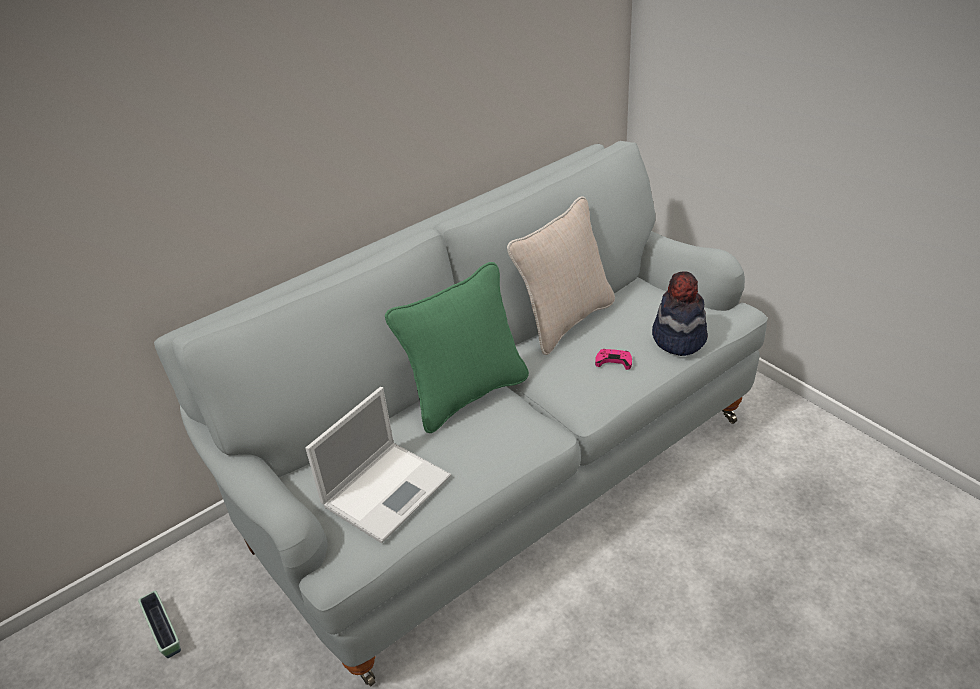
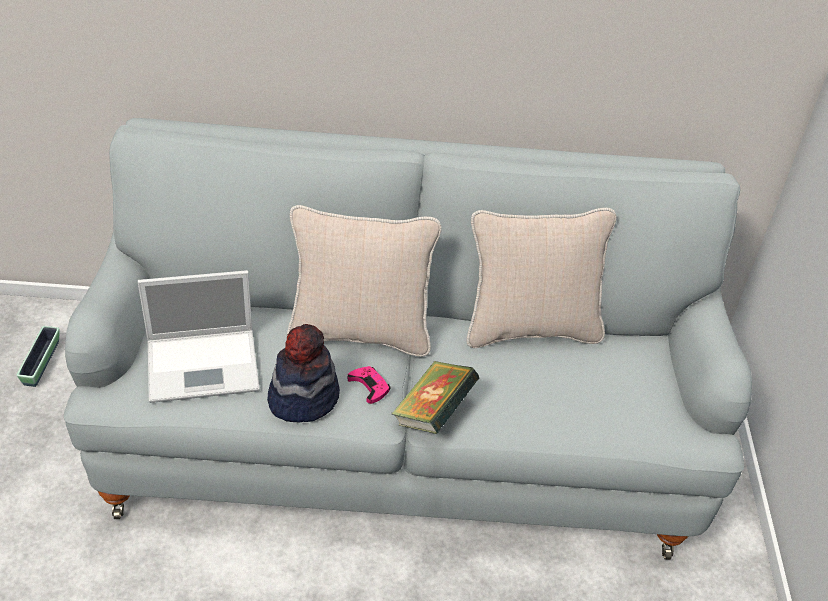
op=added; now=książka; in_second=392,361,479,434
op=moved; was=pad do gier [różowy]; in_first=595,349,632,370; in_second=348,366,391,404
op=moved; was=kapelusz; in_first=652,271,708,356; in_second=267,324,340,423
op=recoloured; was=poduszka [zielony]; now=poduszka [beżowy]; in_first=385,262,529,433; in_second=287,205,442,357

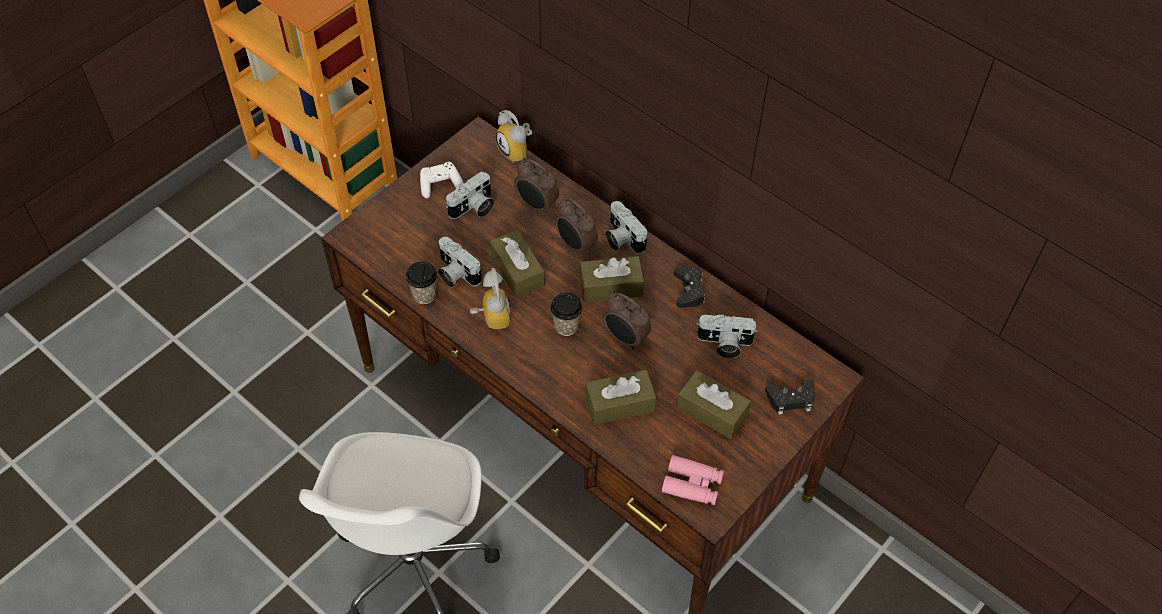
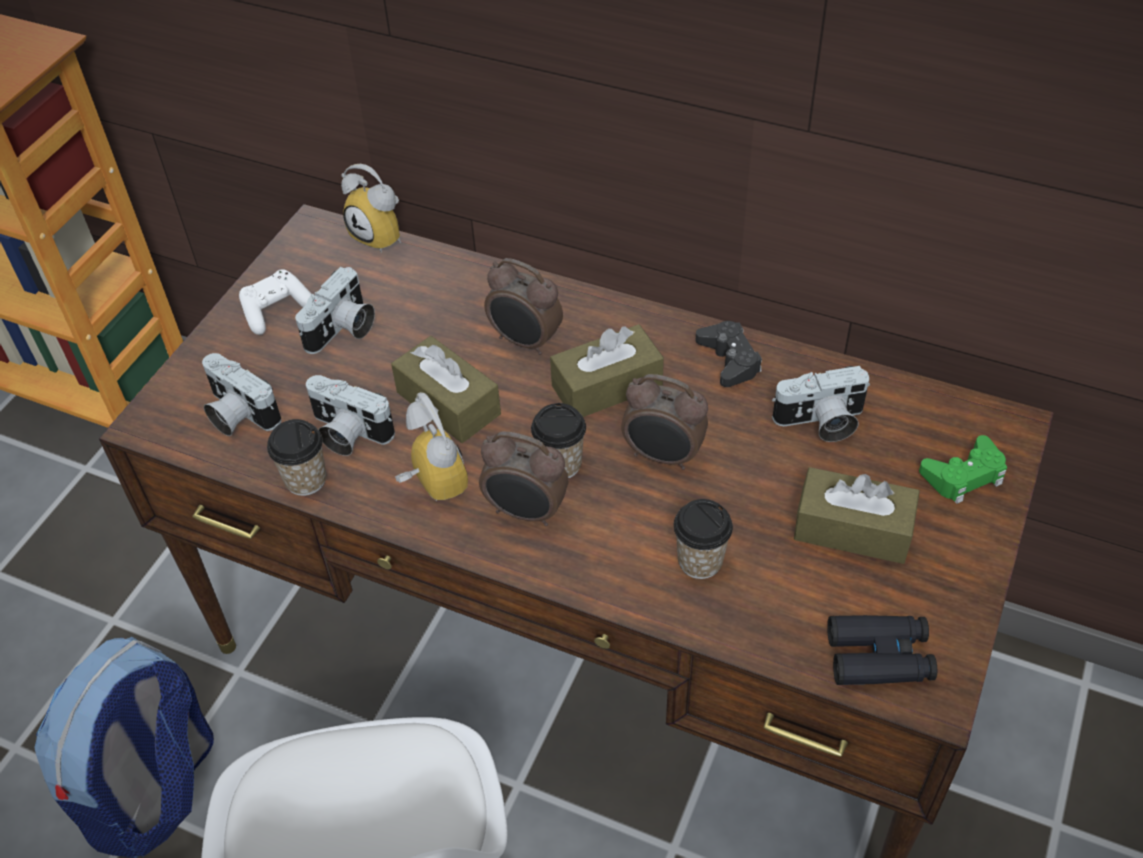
op=added; now=plecak; in_second=34,637,214,858
op=moved; was=budzik; in_first=514,159,559,215; in_second=479,431,569,526
op=moved; was=aparat fotograficzny; in_first=605,201,647,254; in_second=202,353,282,436
op=replaced; was=pudełko chusteczek [brązowy]; now=filiżanka; in_first=585,370,656,425; in_second=673,499,733,579
op=recoloured; was=lornetka [różowy]; now=lornetka [czarny]; in_first=662,455,724,505; in_second=827,615,937,685
op=recoloured; was=pad do gier [czarny]; now=pad do gier [zielony]; in_first=765,379,815,415; in_second=919,435,1007,504

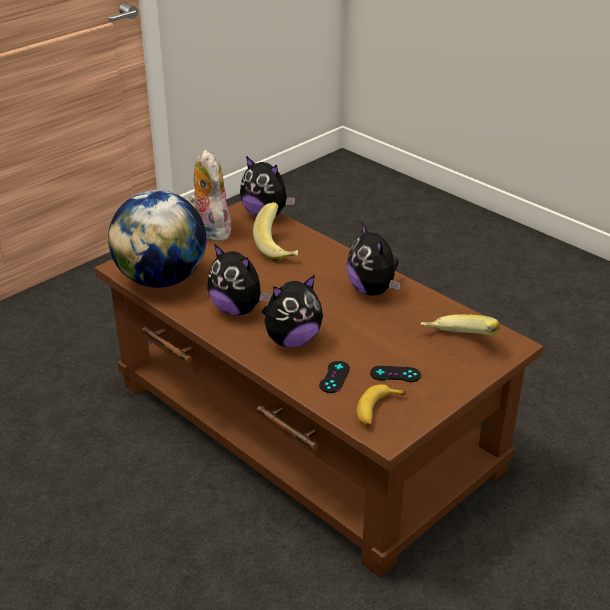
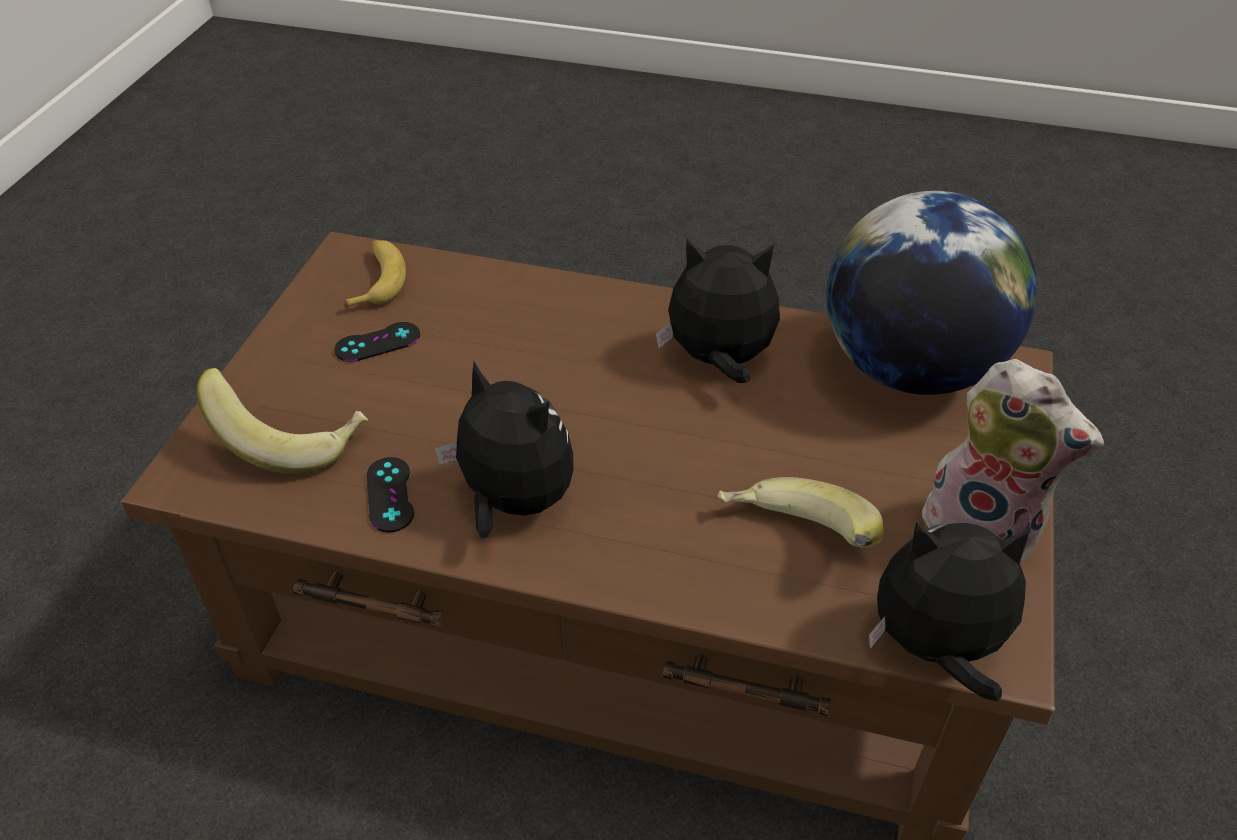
op=removed; was=pluszak; in_first=262,275,323,347
op=moved; was=pad do gier [czarny]; in_first=319,361,350,393; in_second=367,457,414,533

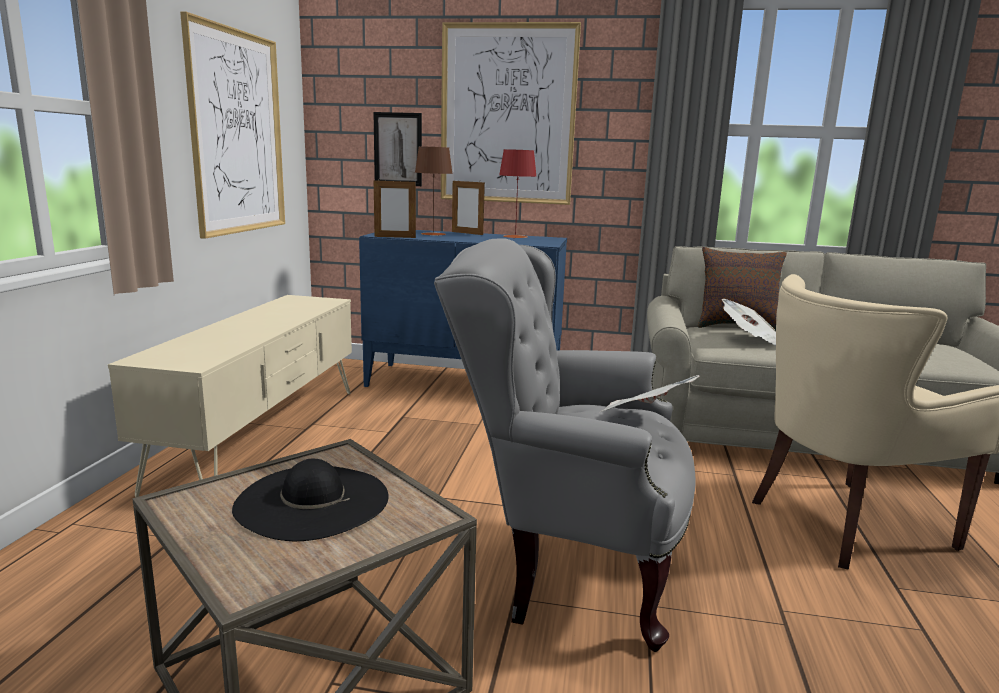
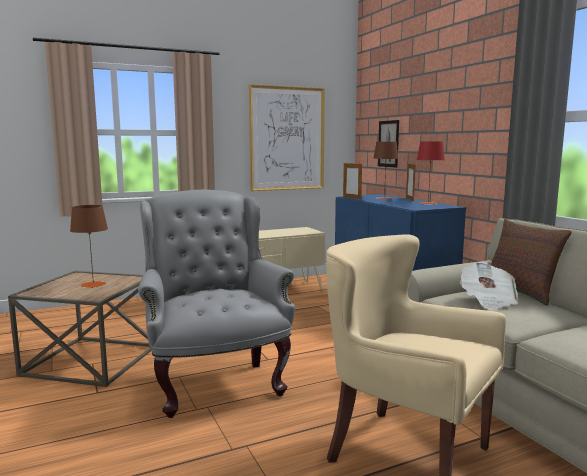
op=removed; was=obraz; in_first=441,22,581,205
op=removed; was=gazeta; in_first=600,375,700,412
op=replaced; was=kapelusz [czarny]; now=lampa stołowa [brązowy]; in_first=232,458,389,541; in_second=70,205,108,288

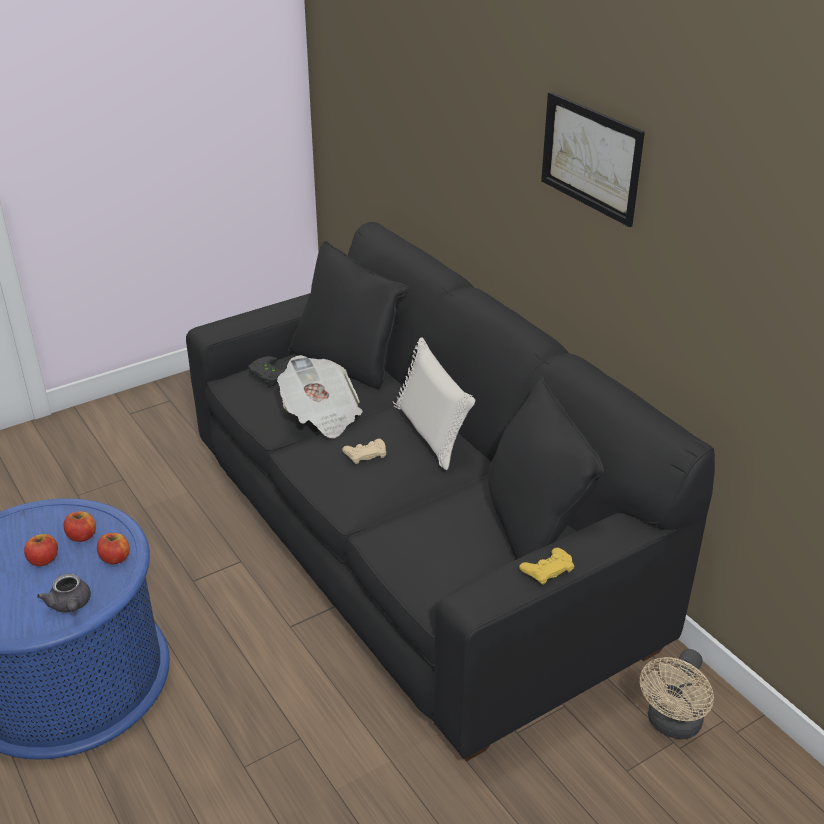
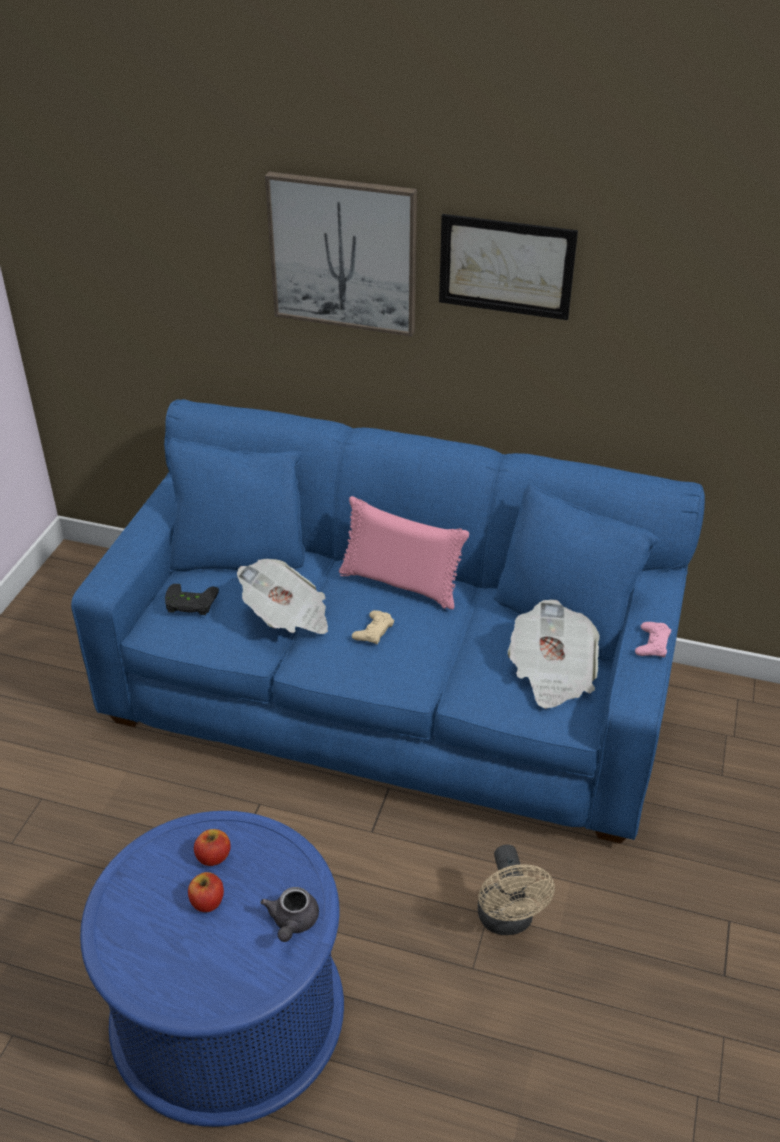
op=removed; was=jabłko; in_first=97,533,130,564
op=added; now=obraz; in_second=265,172,417,337
op=added; now=gazeta; in_second=507,599,600,709
op=moved; was=wentylator [beżowy]; in_first=640,649,714,739; in_second=478,845,555,935
op=recoloured; was=kanapa [czarny]; now=kanapa [niebieski]; in_first=186,222,715,762; in_second=71,399,705,844
op=recoloured; was=poduszka [biały]; now=poduszka [różowy]; in_first=393,337,476,470; in_second=339,496,469,609
op=recoloured; was=pad do gier [żółty]; now=pad do gier [różowy]; in_first=519,548,574,585; in_second=635,622,671,658
op=turned; was=imbryk [szary]; in_first=37,574,91,613; in_second=261,887,319,942; clockwise=75

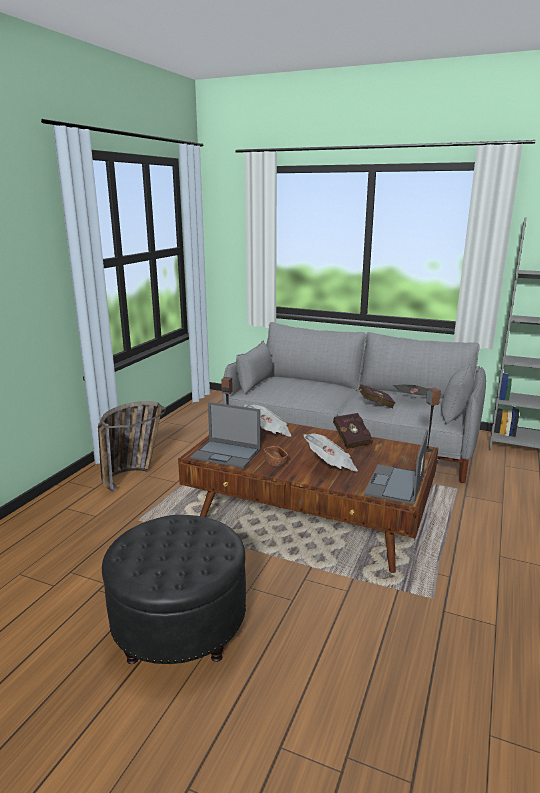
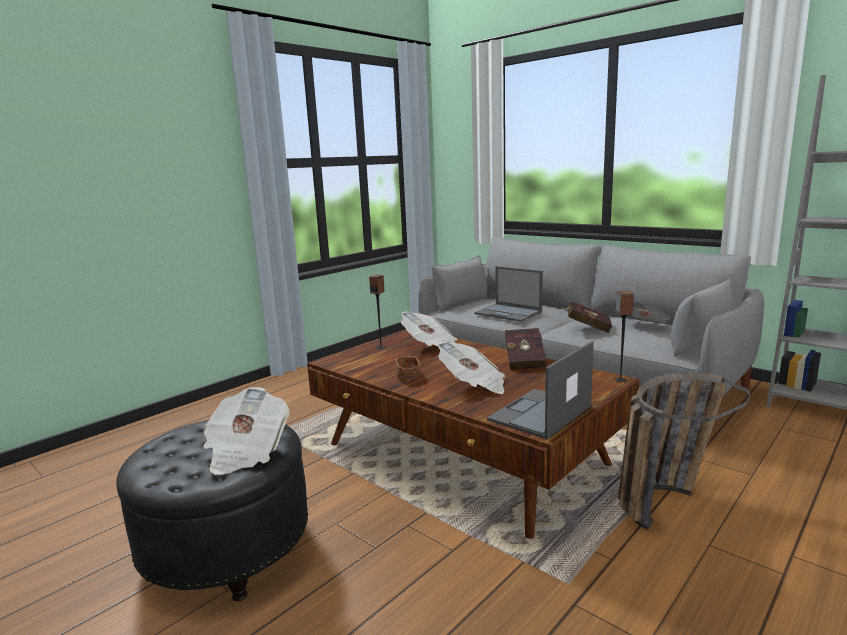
op=added; now=gazeta; in_second=203,387,290,475
op=moved; was=koszyk; in_first=98,401,166,492; in_second=618,372,750,530
op=moved; was=laptop; in_first=190,402,261,468; in_second=474,266,543,322

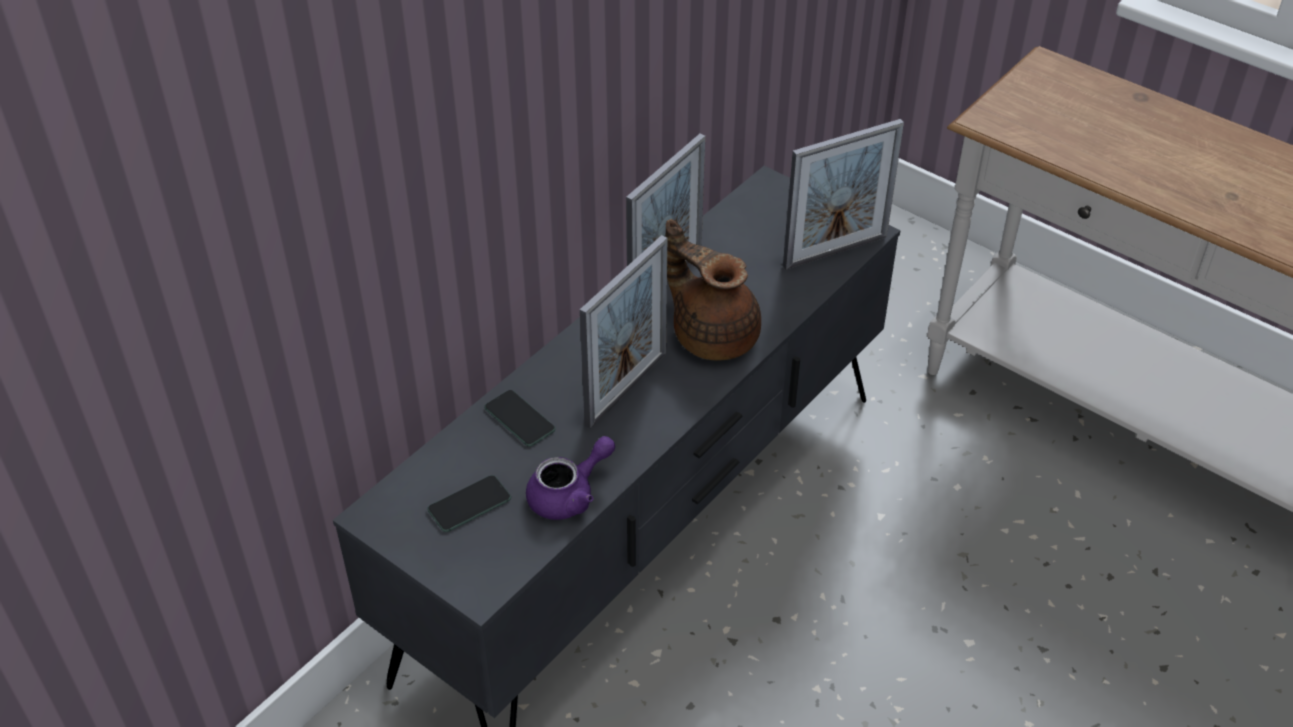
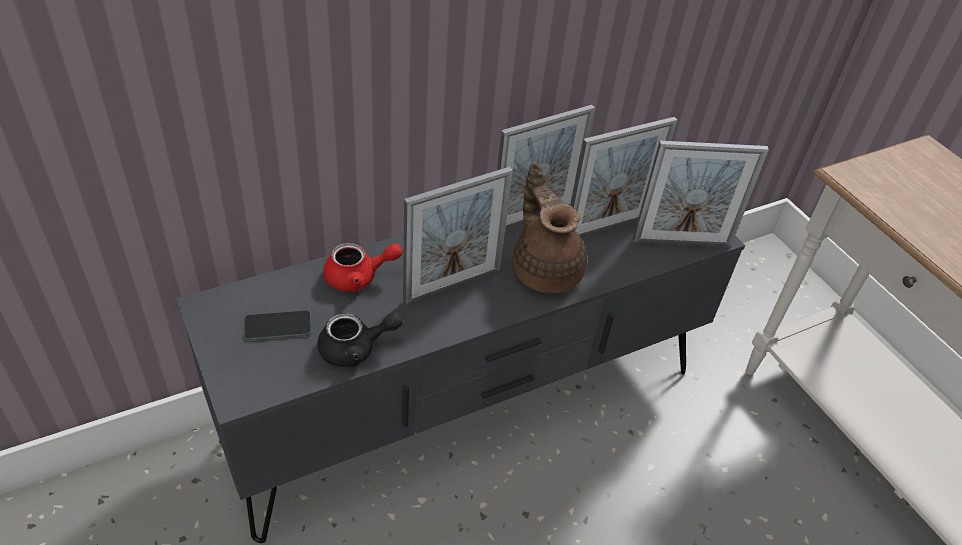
op=added; now=ramka na zdjęcie; in_second=570,117,677,237
op=replaced; was=telefon; now=imbryk [czerwony]; in_first=484,390,556,447; in_second=323,243,403,292
op=recoloured; was=imbryk [fioletowy]; now=imbryk [czarny]; in_first=526,436,615,520; in_second=317,312,403,367

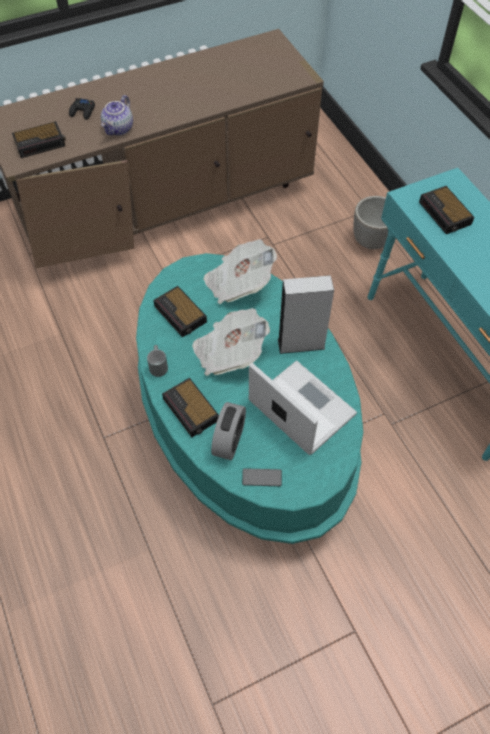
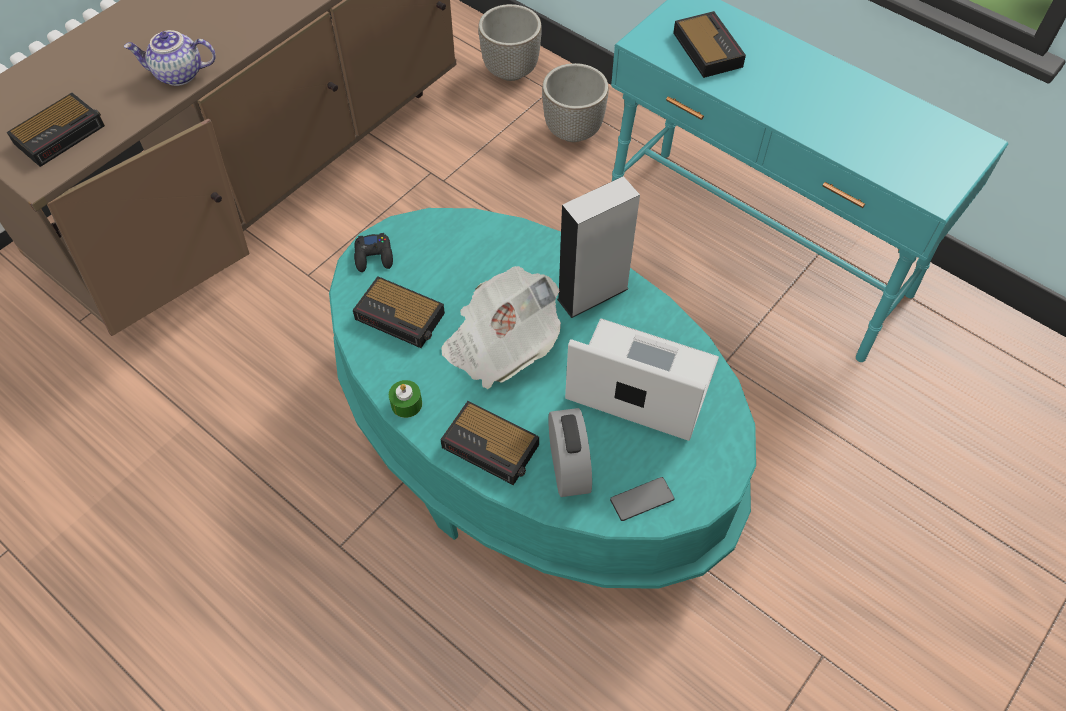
op=removed; was=gazeta; in_first=203,239,277,304
op=added; now=donica; in_second=478,4,542,81
op=moved; was=pad do gier [czarny]; in_first=69,98,95,120; in_second=354,233,393,272
op=replaced; was=kubek [szary]; now=świeca [zielony]; in_first=147,345,168,377; in_second=389,380,422,418
op=turned; was=imbryk; in_first=101,95,133,136; in_second=124,30,216,86; clockwise=90
op=turned; was=budzik; in_first=419,186,474,234; in_second=673,11,746,78; clockwise=-150

